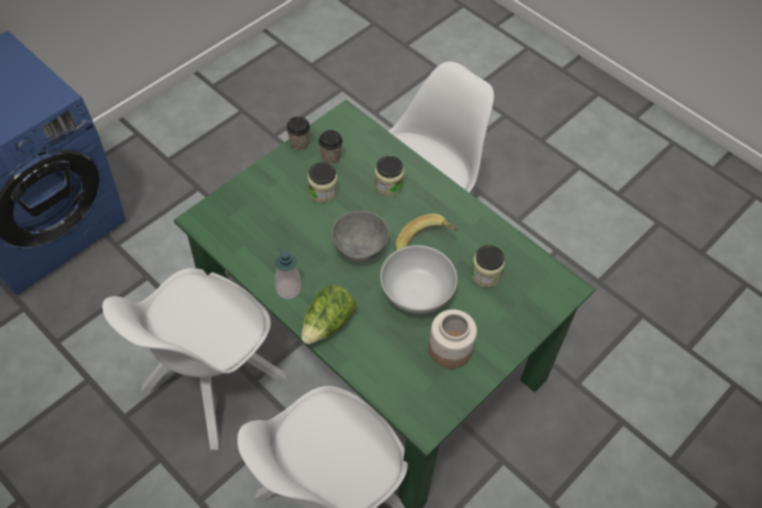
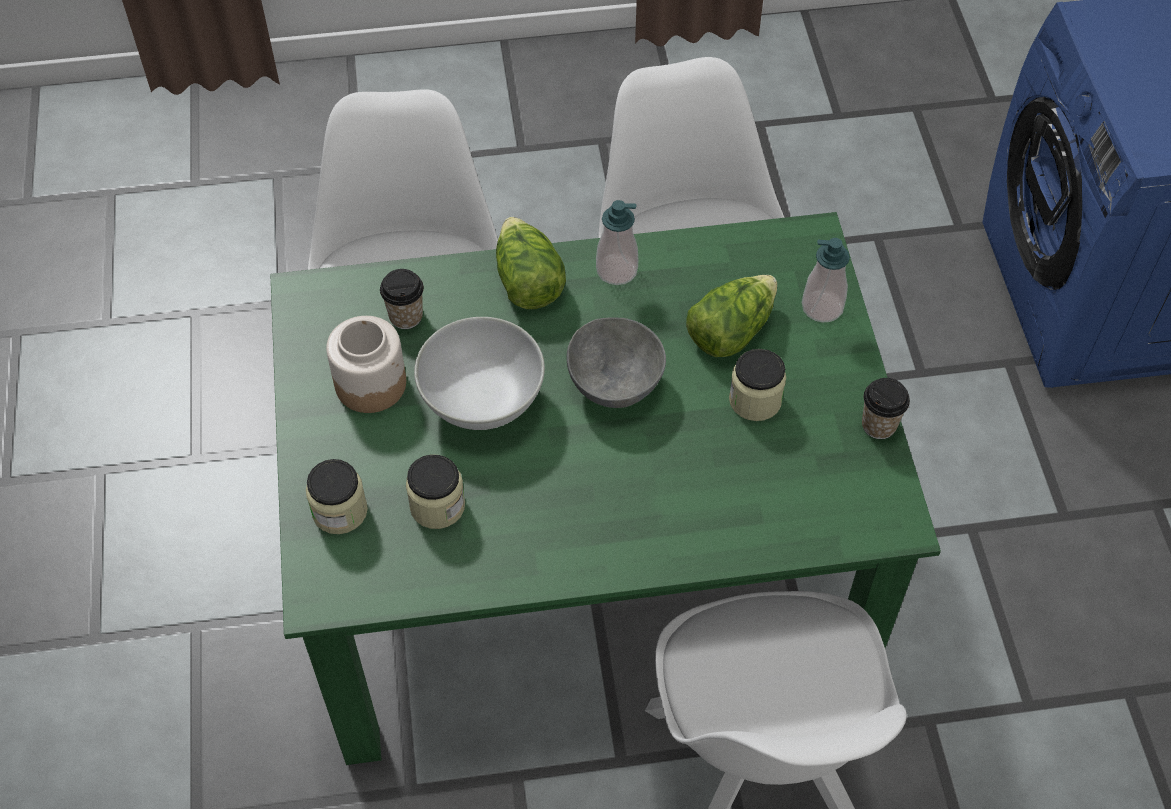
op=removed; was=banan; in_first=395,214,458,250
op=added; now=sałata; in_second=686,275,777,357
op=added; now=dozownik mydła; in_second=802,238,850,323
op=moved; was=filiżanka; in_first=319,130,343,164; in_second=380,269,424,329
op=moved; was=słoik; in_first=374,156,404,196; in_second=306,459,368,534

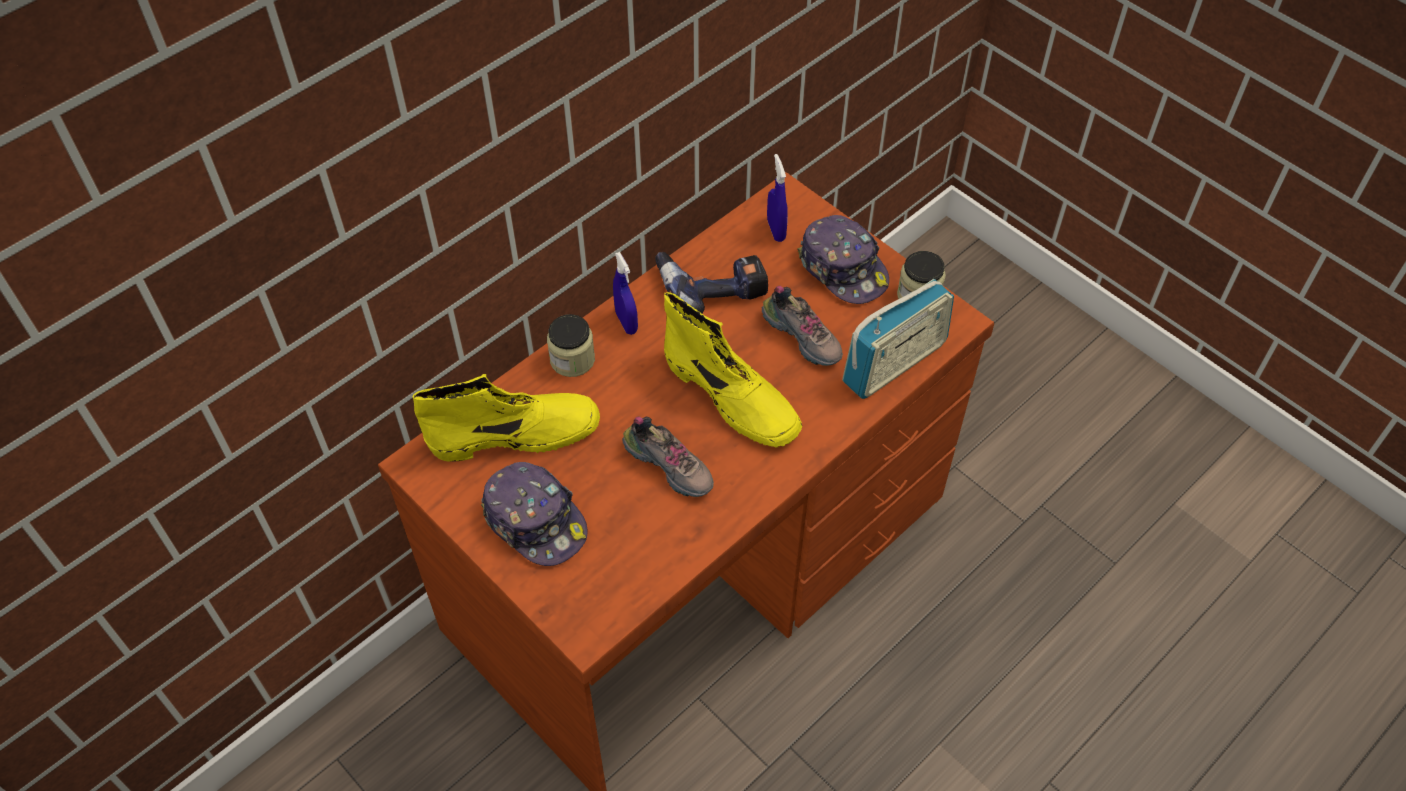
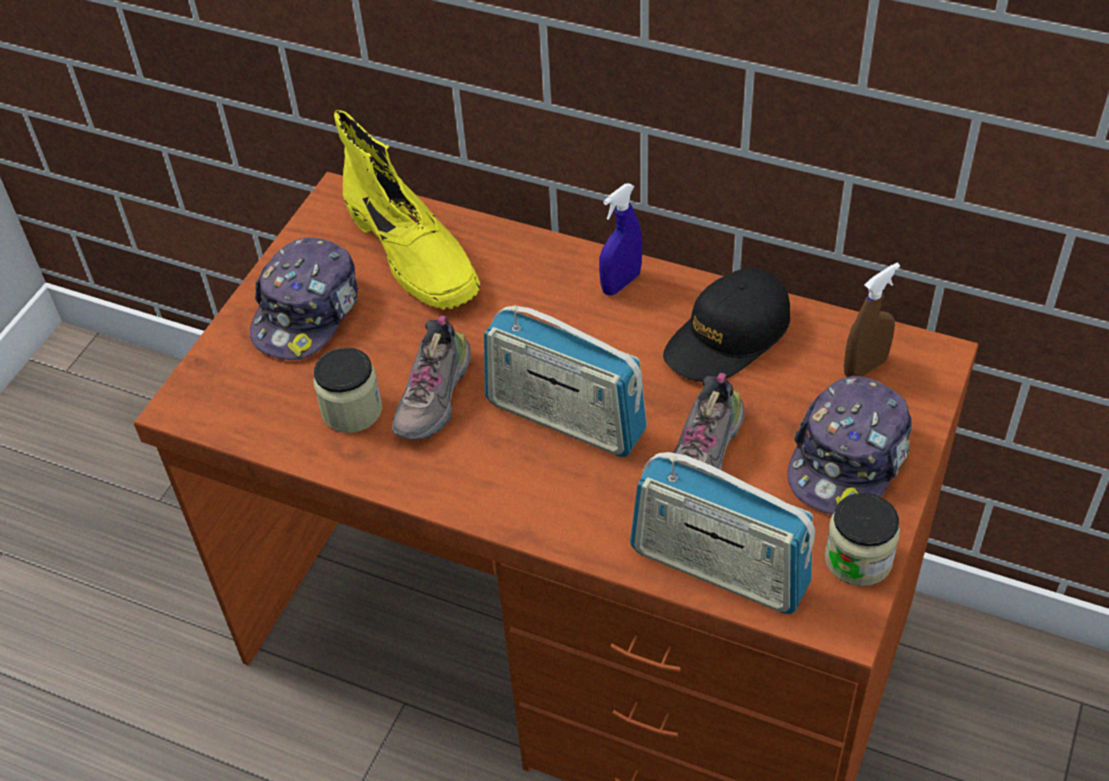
op=moved; was=słoik; in_first=547,314,595,377; in_second=314,347,382,433
op=replaced; was=wiertarka; now=czapka z daszkiem [czarny]; in_first=655,252,768,313; in_second=663,268,790,382
op=replaced; was=but z cholewką [żółty]; now=radio; in_first=664,292,802,448; in_second=484,305,647,457
op=recoloured; was=spryskiwacz [niebieski]; now=spryskiwacz [brązowy]; in_first=767,154,788,242; in_second=844,263,900,377

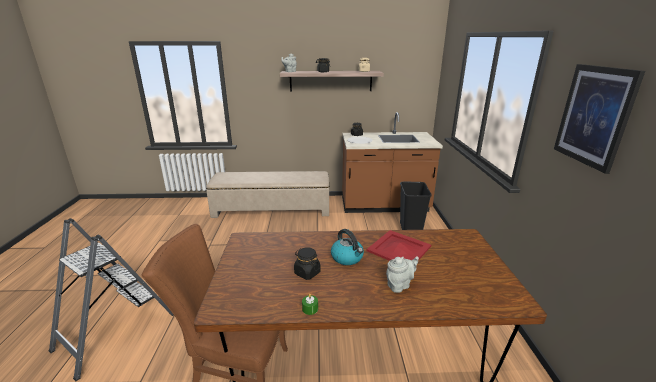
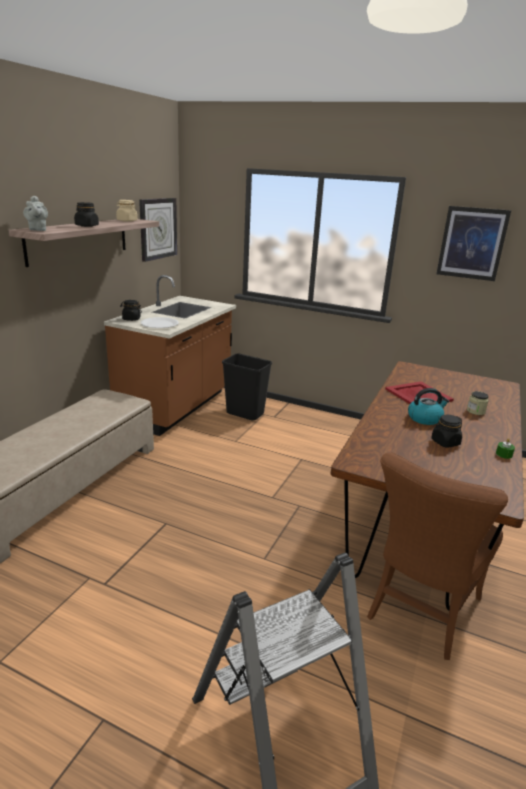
op=added; now=zegar ścienny; in_second=139,198,177,262
op=replaced; was=imbryk [szary]; now=słoik; in_first=386,257,419,293; in_second=467,391,489,415

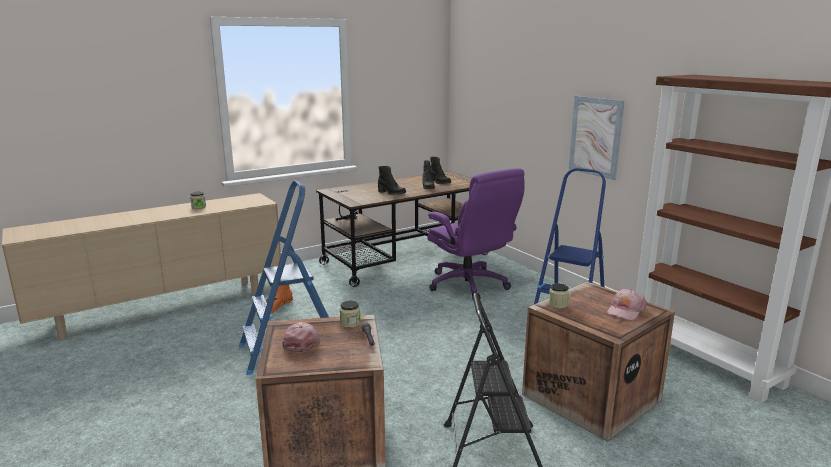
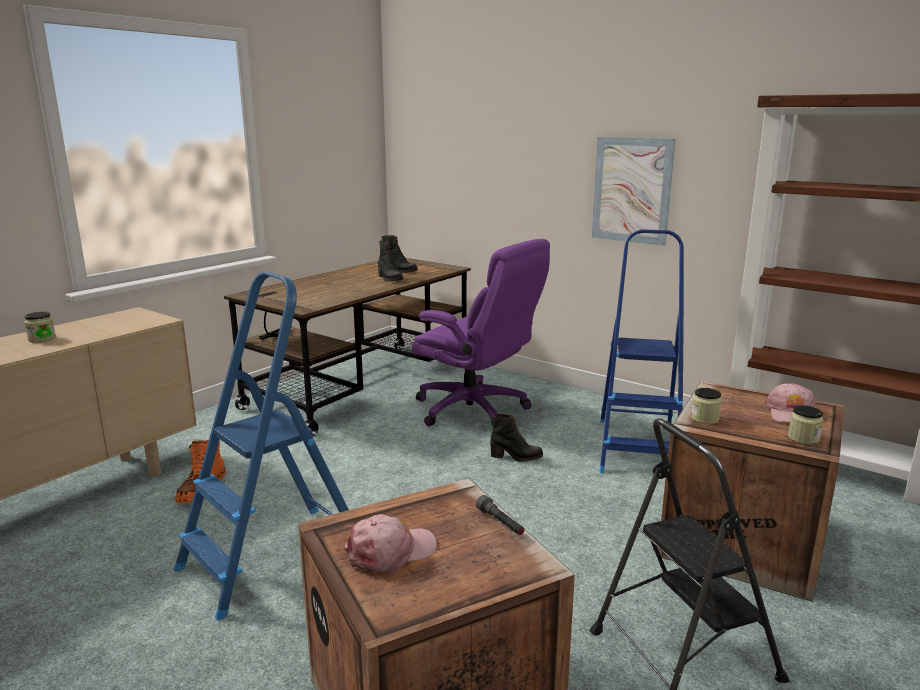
op=moved; was=słoik; in_first=340,301,361,328; in_second=788,405,823,445
op=moved; was=but z cholewką [czarny]; in_first=378,166,406,195; in_second=490,414,543,462
op=turned; was=czapka z daszkiem [różowy]; in_first=282,322,321,353; in_second=344,514,437,573; clockwise=90

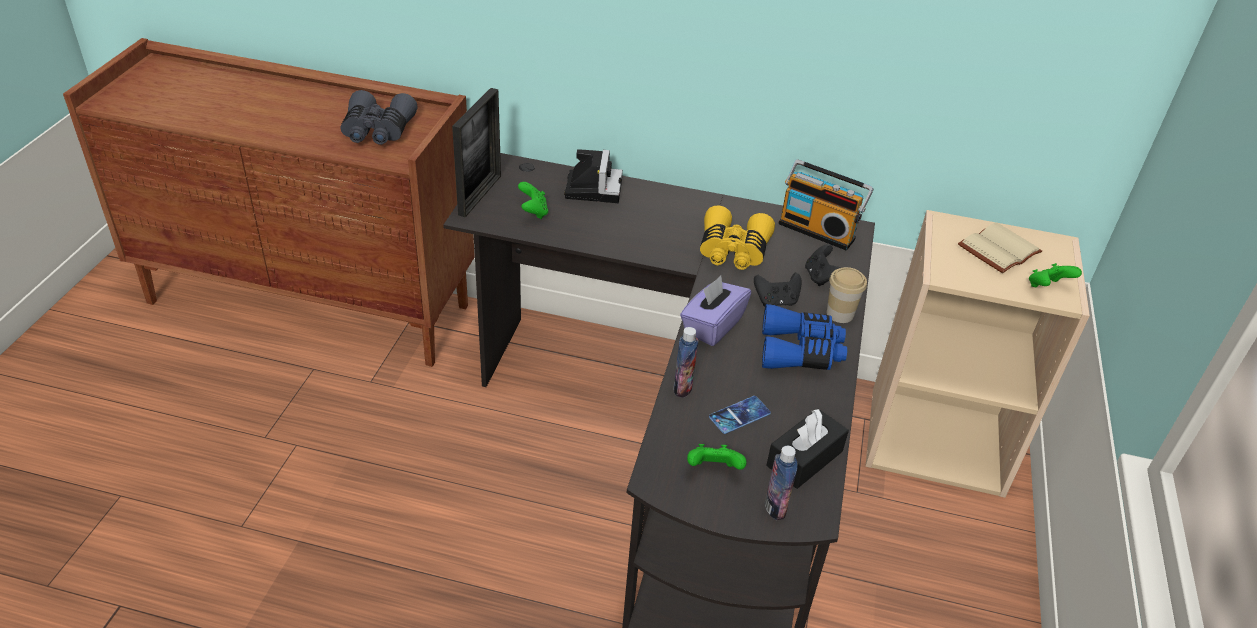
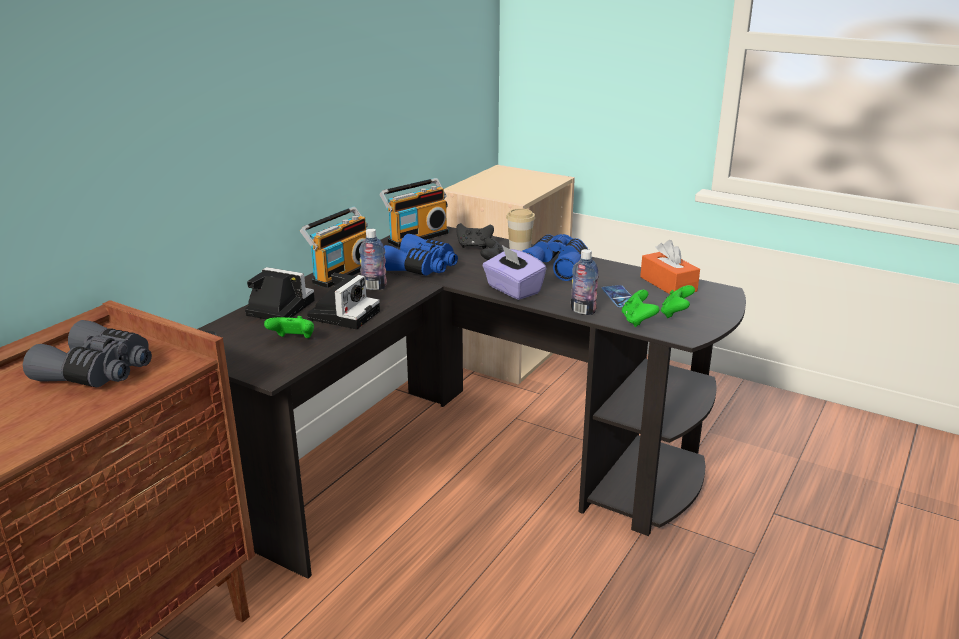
op=removed; was=ramka na zdjęcie; in_first=452,88,501,217
op=removed; was=książka [beżowy]; in_first=958,223,1042,273
op=added; now=radio; in_second=300,207,369,288
op=added; now=aparat fotograficzny; in_second=307,273,380,329
op=moved; was=butelka; in_first=765,446,798,520; in_second=359,229,387,290
op=moved; was=pad do gier [zielony]; in_first=1029,263,1082,287; in_second=622,290,659,327
op=recoloured; was=lornetka [żółty]; now=lornetka [niebieski]; in_first=700,206,775,270; in_second=384,234,458,276
op=recoloured; was=pudełko chusteczek [czarny]; now=pudełko chusteczek [pomarańczowy]; in_first=767,409,849,489; in_second=640,240,700,294

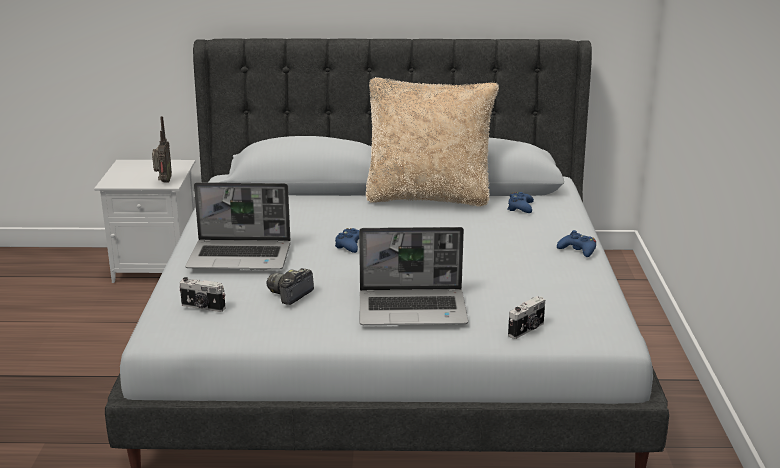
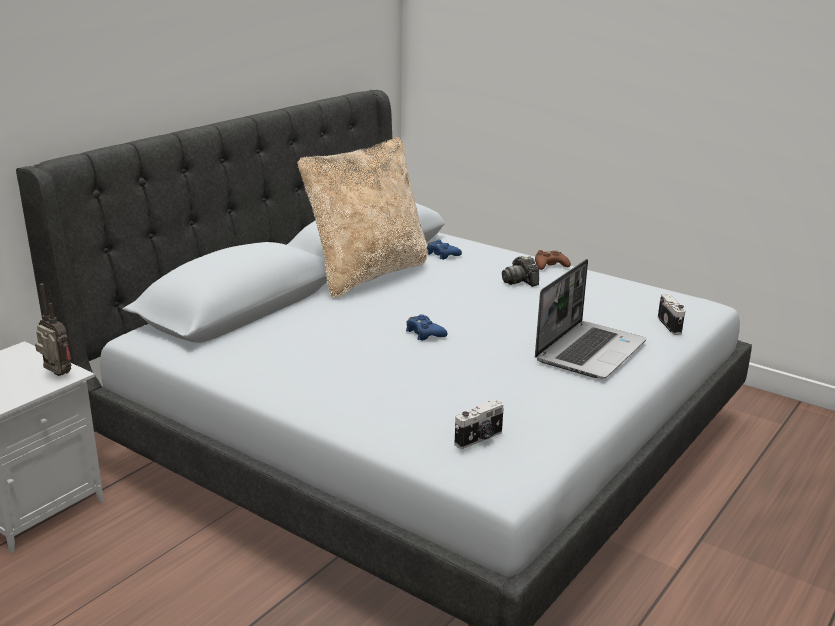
op=removed; was=laptop; in_first=185,182,290,270
op=moved; was=aparat fotograficzny; in_first=267,268,314,305; in_second=502,256,539,287
op=recoloured; was=pad do gier [niebieski]; now=pad do gier [brązowy]; in_first=557,230,596,257; in_second=535,250,571,270

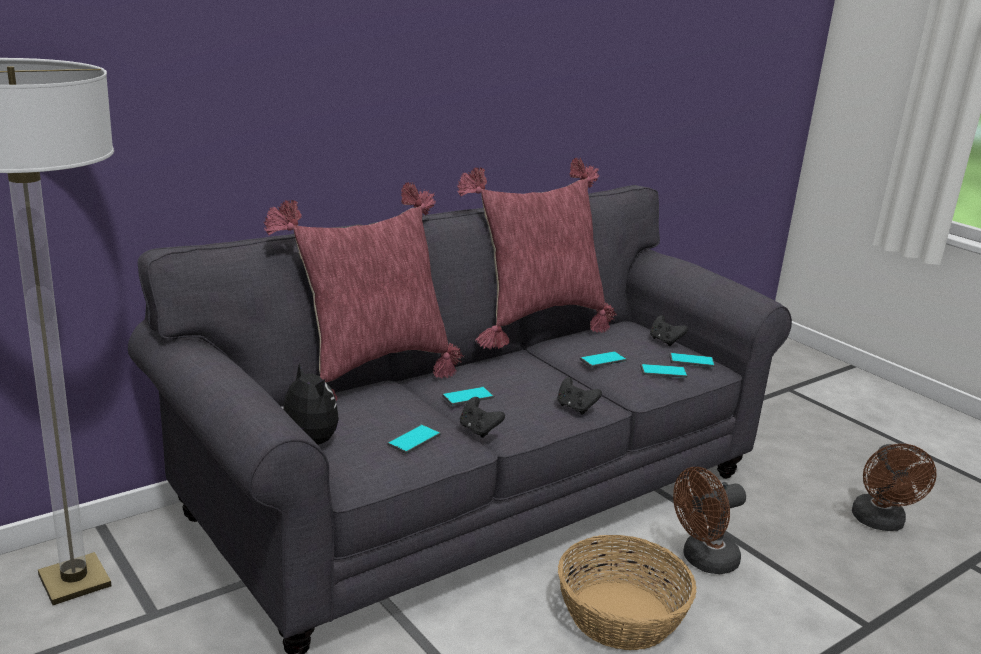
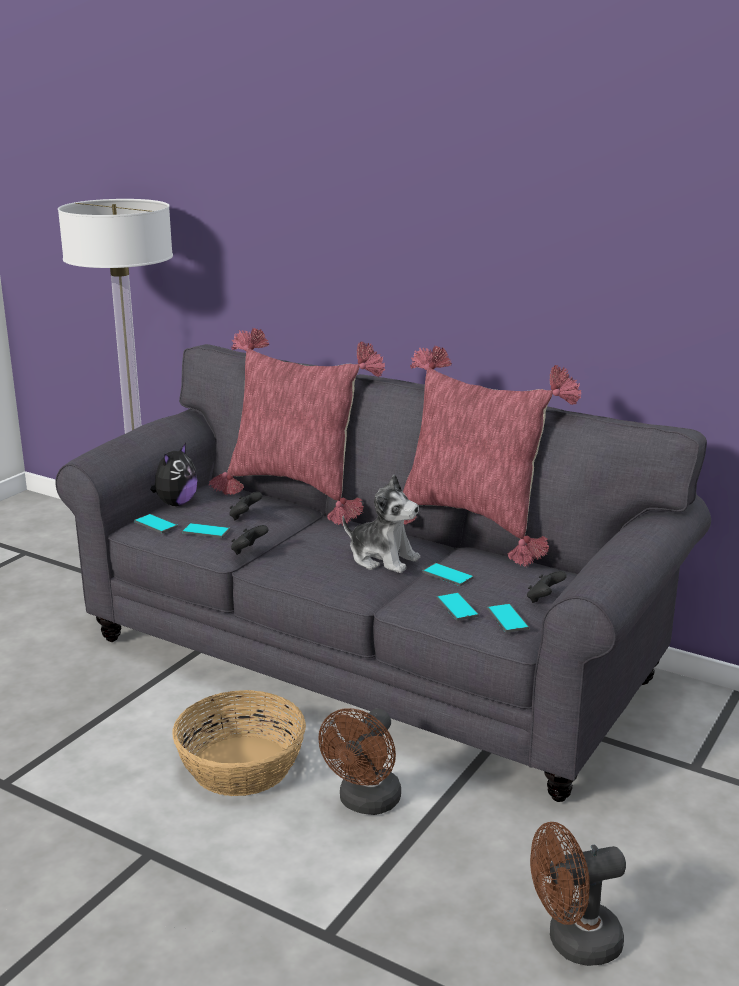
op=added; now=pluszak; in_second=342,474,420,573
op=moved; was=telefon; in_first=442,386,494,406; in_second=134,514,178,534
op=moved; was=pad do gier [czarny]; in_first=557,377,602,415; in_second=229,492,262,520
op=turned; was=wentylator [brązowy]; in_first=673,467,746,574; in_second=318,708,401,815; clockwise=-105

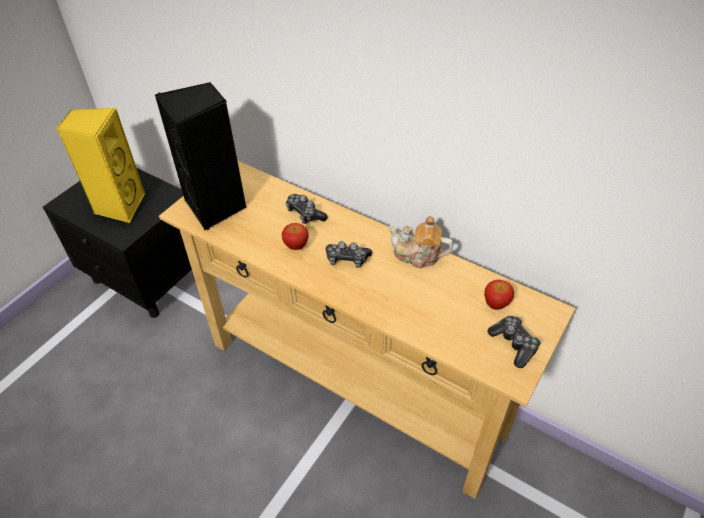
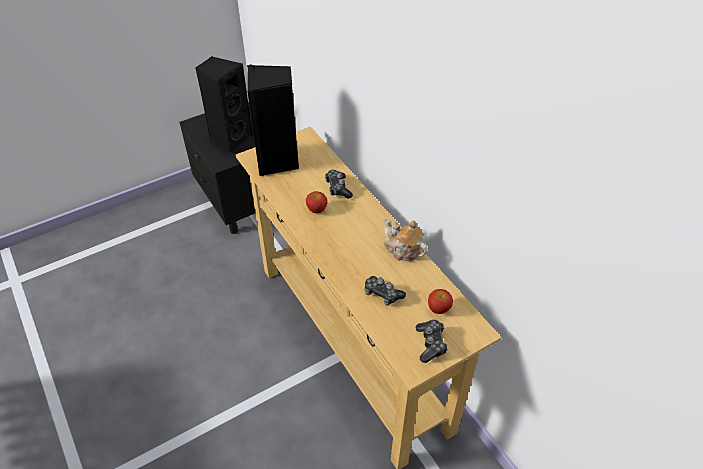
op=moved; was=pad do gier; in_first=326,241,372,268; in_second=365,276,406,306
op=recoloured; was=głośnik [żółty]; now=głośnik [czarny]; in_first=56,107,146,223; in_second=195,56,253,154

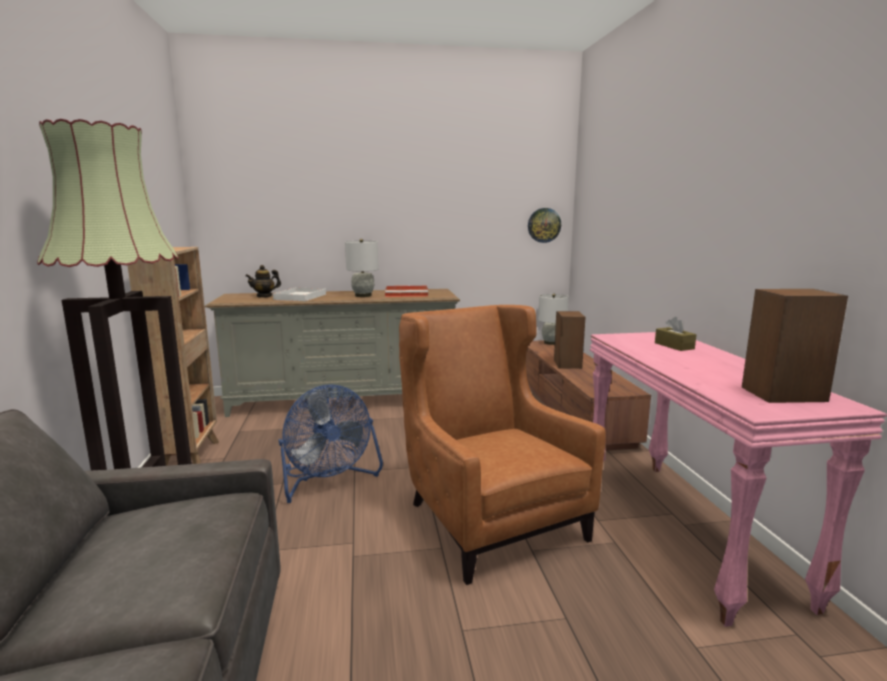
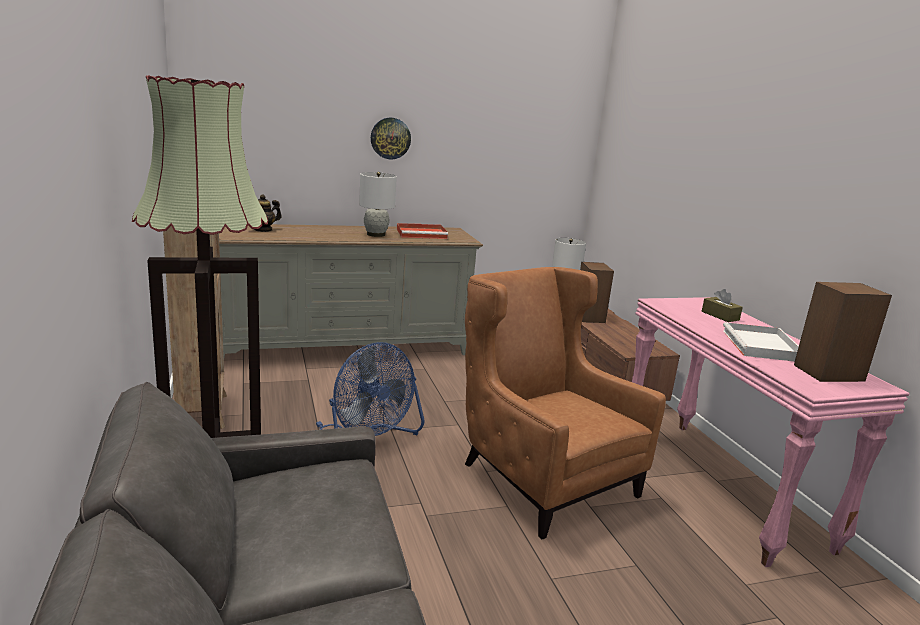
op=moved; was=taca [biały]; in_first=272,287,326,301; in_second=723,322,799,362
op=moved; was=zegar ścienny; in_first=528,208,561,243; in_second=371,118,411,159

